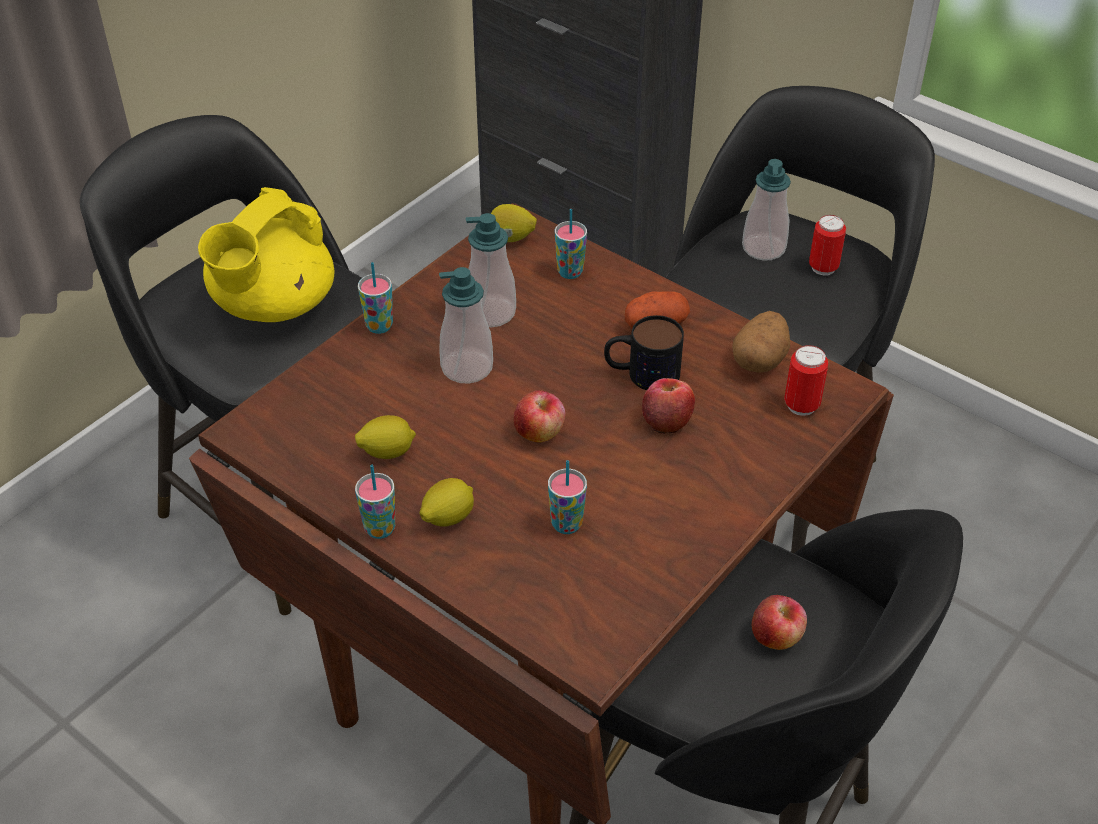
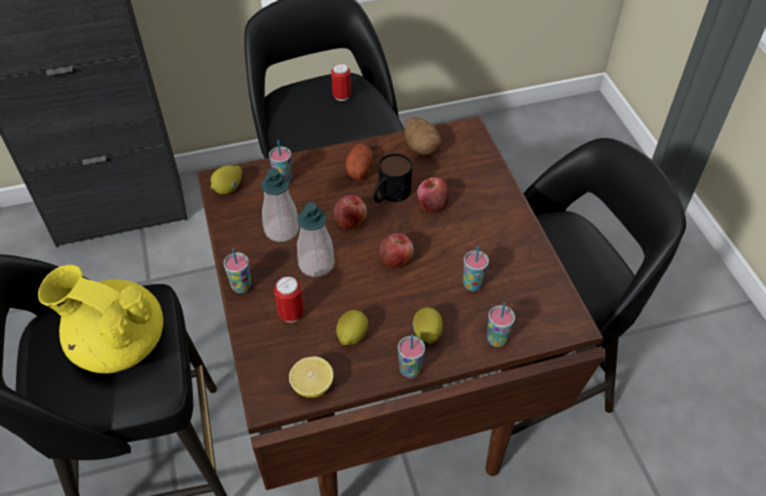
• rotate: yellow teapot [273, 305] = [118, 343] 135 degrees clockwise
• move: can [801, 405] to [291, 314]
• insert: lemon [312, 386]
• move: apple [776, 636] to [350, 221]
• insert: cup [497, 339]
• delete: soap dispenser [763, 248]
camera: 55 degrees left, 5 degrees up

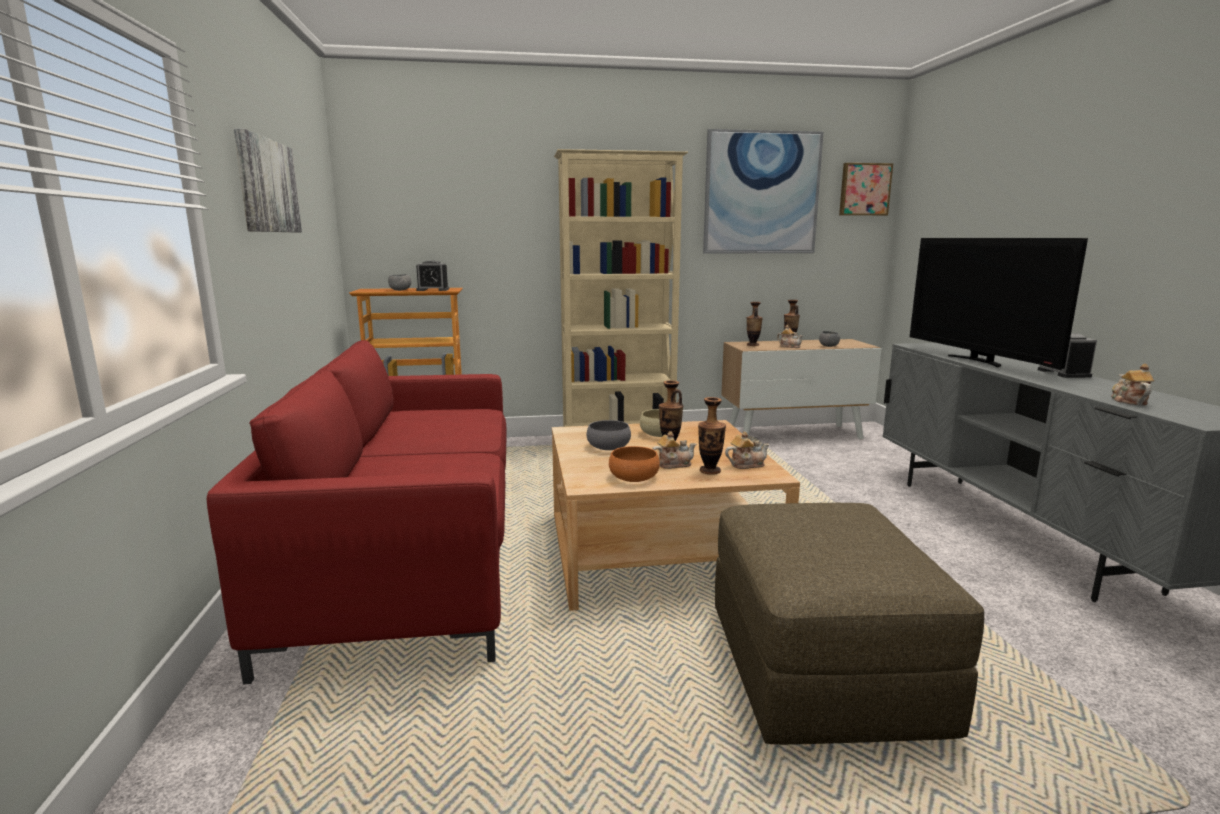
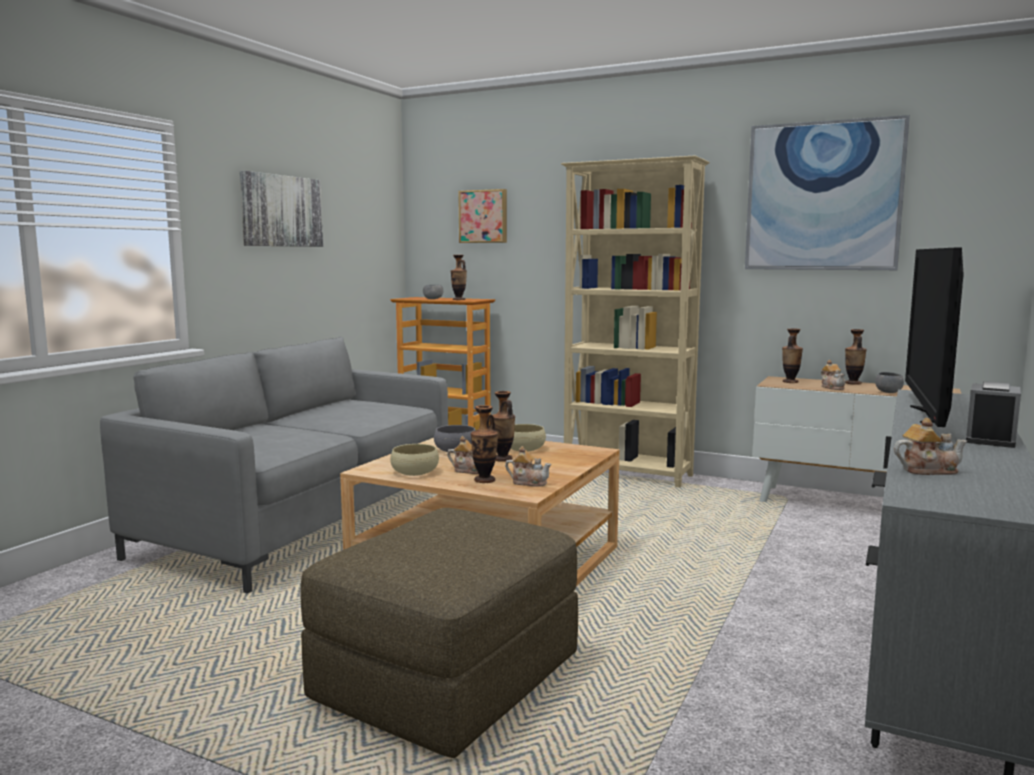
• recolor: red sofa [408, 563] to grey sofa [301, 524]
• recolor: orange bowl [633, 477] to beige bowl [414, 472]
• replace: alarm clock [433, 290] to vase [458, 299]
• move: picture [864, 189] to [484, 216]
• rotate: teapot [1128, 401] = [927, 470] 45 degrees clockwise
camera: 35 degrees right, 5 degrees down

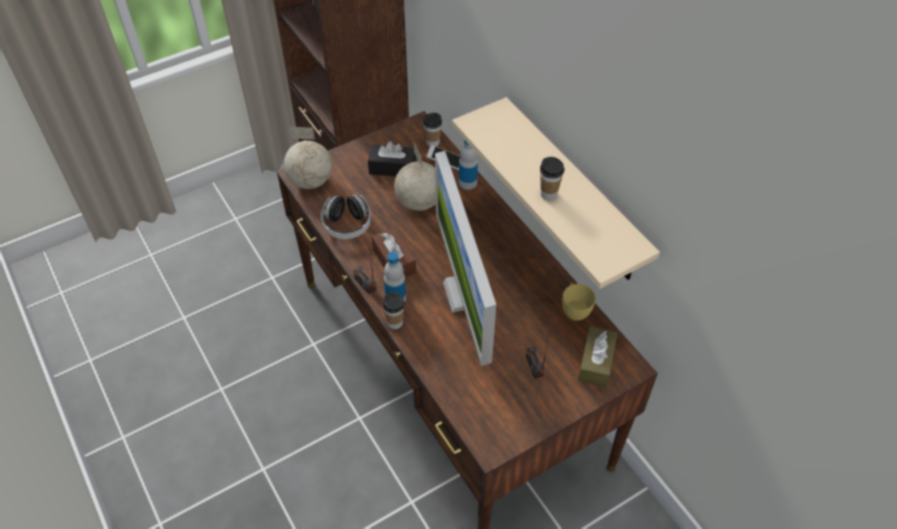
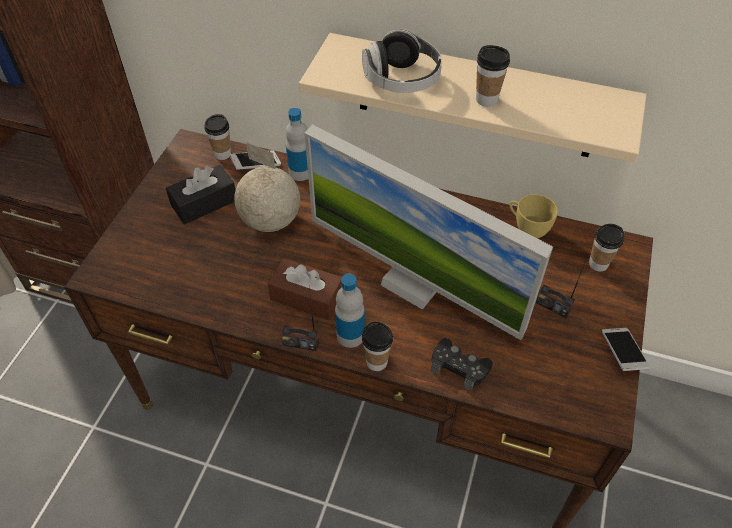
• move: headphones [347, 225] to [401, 80]
• insert: black game controller [459, 367]
• replace: brown tissue box [596, 362] to cup [598, 264]
• insert: phone [622, 353]
• delete: globe [310, 181]
camera: 40 degrees left, 0 degrees up

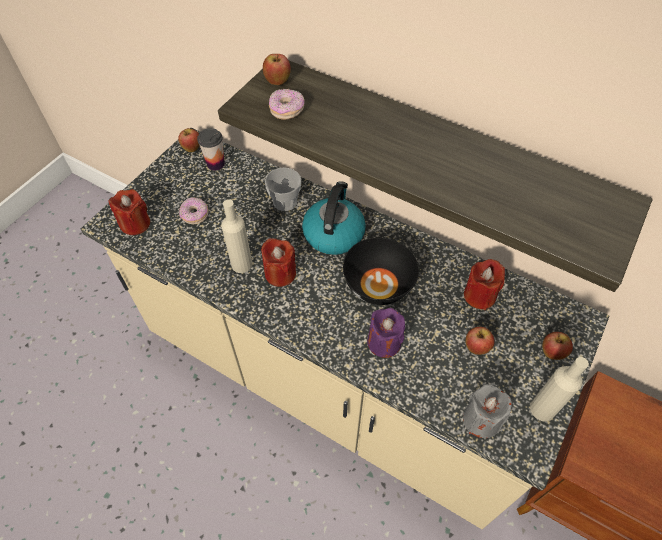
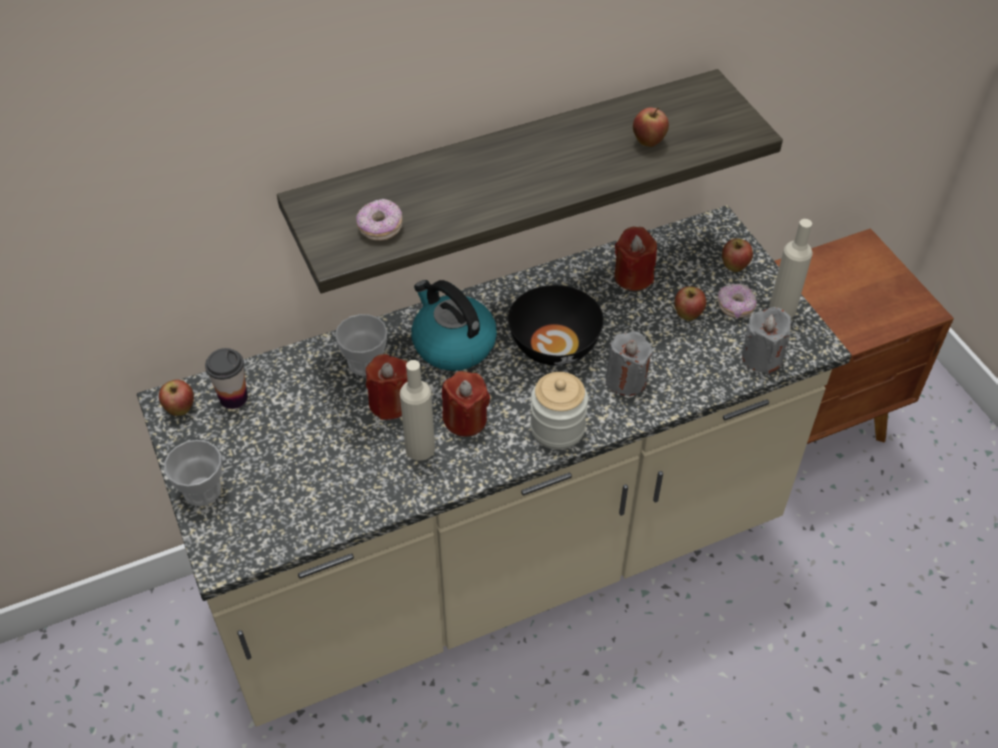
• insert: cup [202, 490]
• move: red candle [135, 224] to [390, 403]
• insert: jar [557, 428]
• recolor: purple candle [384, 342] to grey candle [626, 380]
• move: apple [278, 82] to [648, 142]
• move: donut [195, 215] to [735, 307]
camera: 55 degrees left, 5 degrees down

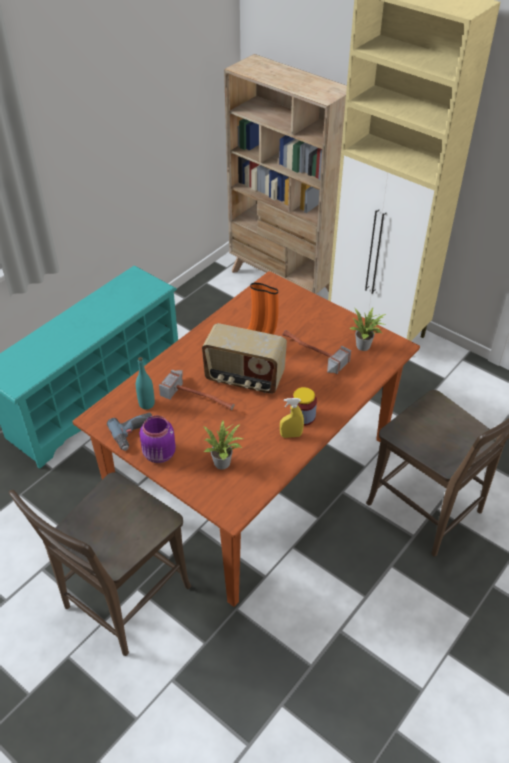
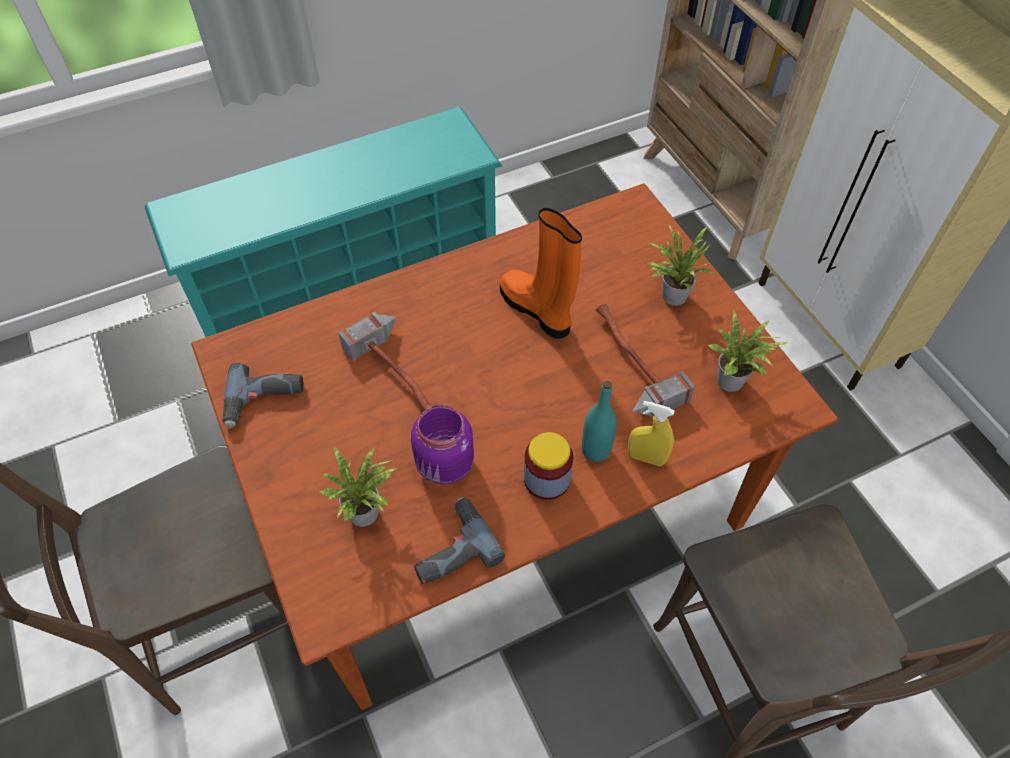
• move: purple jar [159, 455] to [444, 466]
• insert: power drill [450, 547]
• move: turquoise bottle [146, 404] to [596, 450]
• move: yellow spray bottle [291, 435] to [646, 458]
• insert: potted plant [671, 294]
• delete: radio [244, 379]
camera: 25 degrees right, 10 degrees up

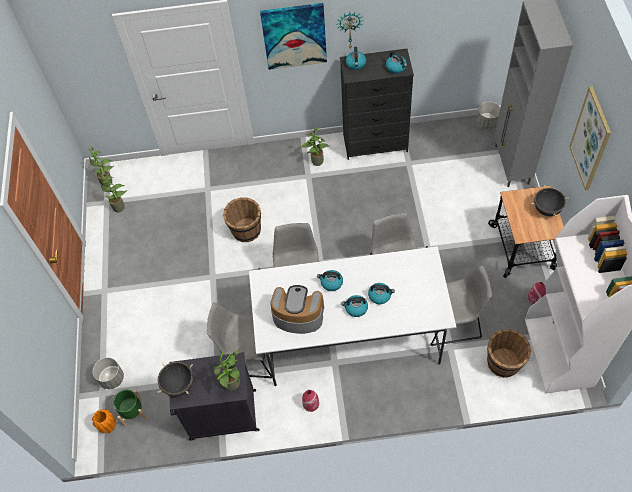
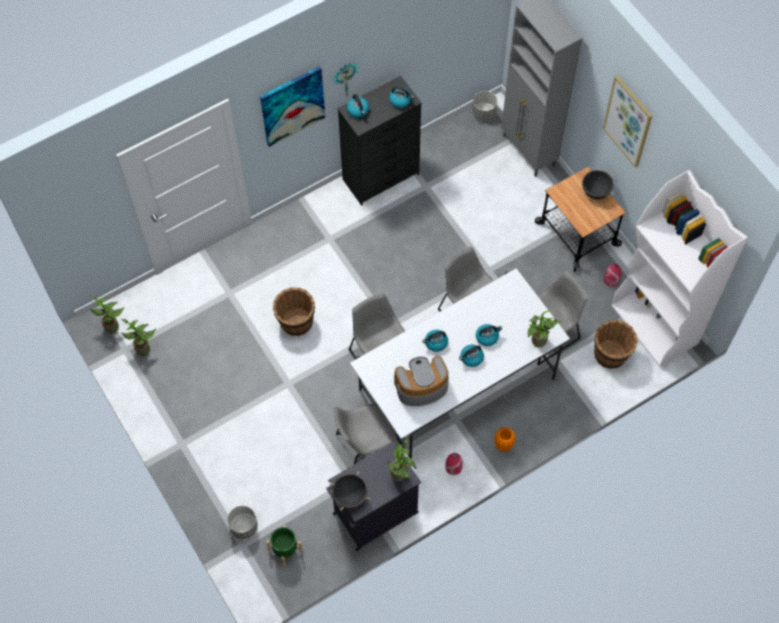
• move: orange vase [108, 426] to [503, 445]
• move: potted plant [316, 162] to [538, 343]
camera: 30 degrees left, 5 degrees up

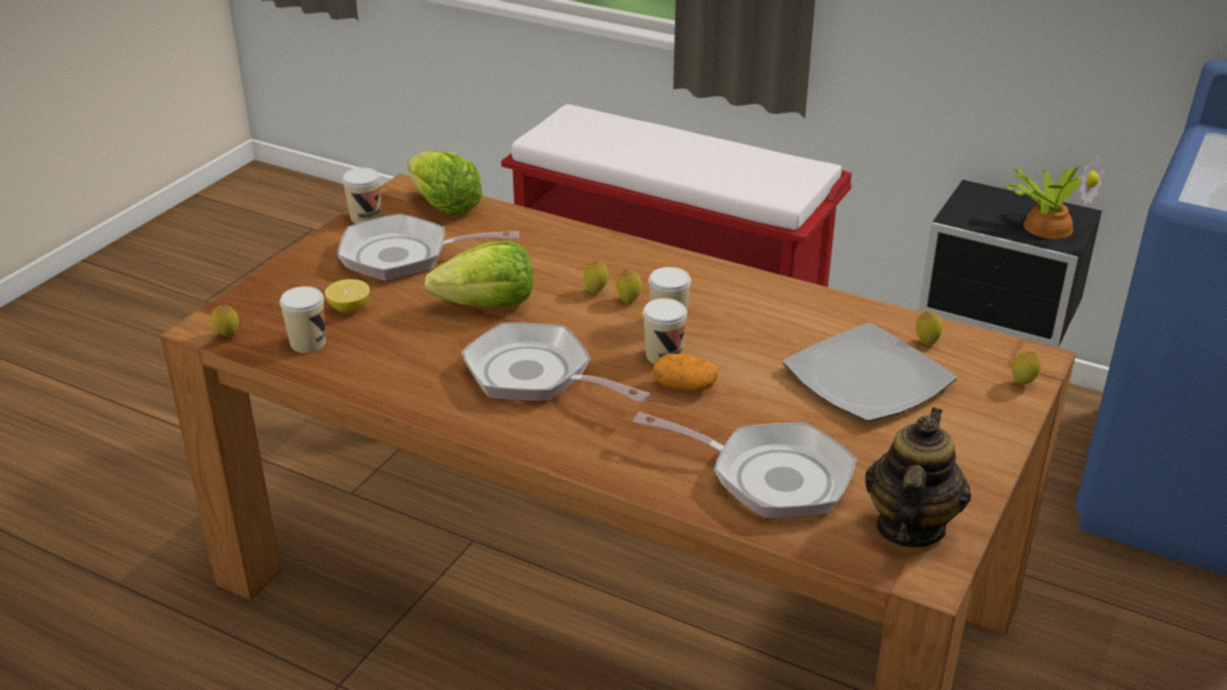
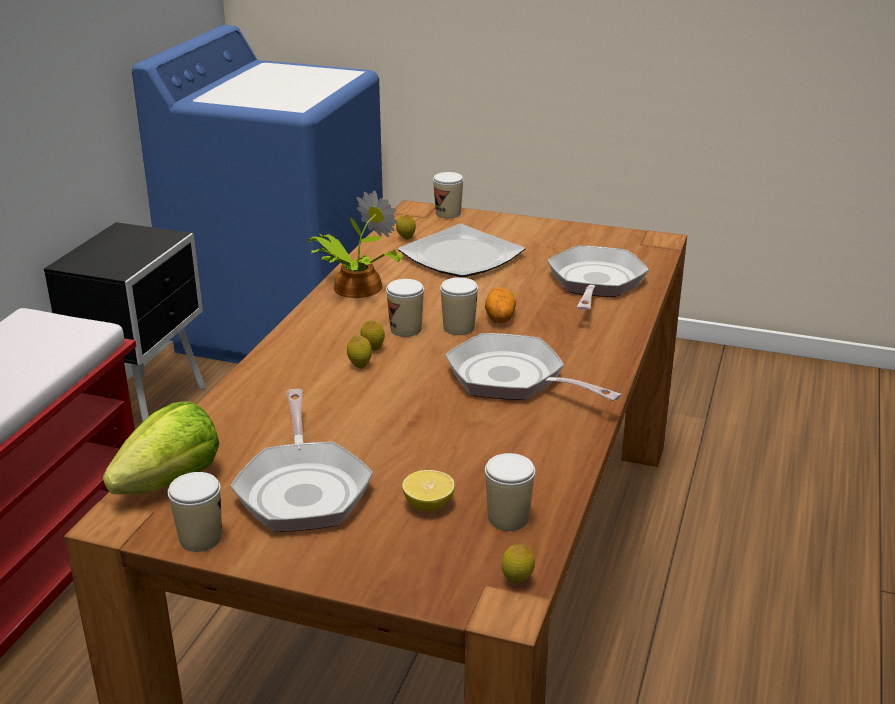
• move: potted plant [1046, 225] to [354, 287]
• replace: lemon [1022, 383] to cup [448, 213]
• rotate: frying pan [536, 376] = [513, 379] 105 degrees clockwise
• delete: lettuce [488, 305]
• delete: teapot [909, 527]
camera: 100 degrees left, 5 degrees down

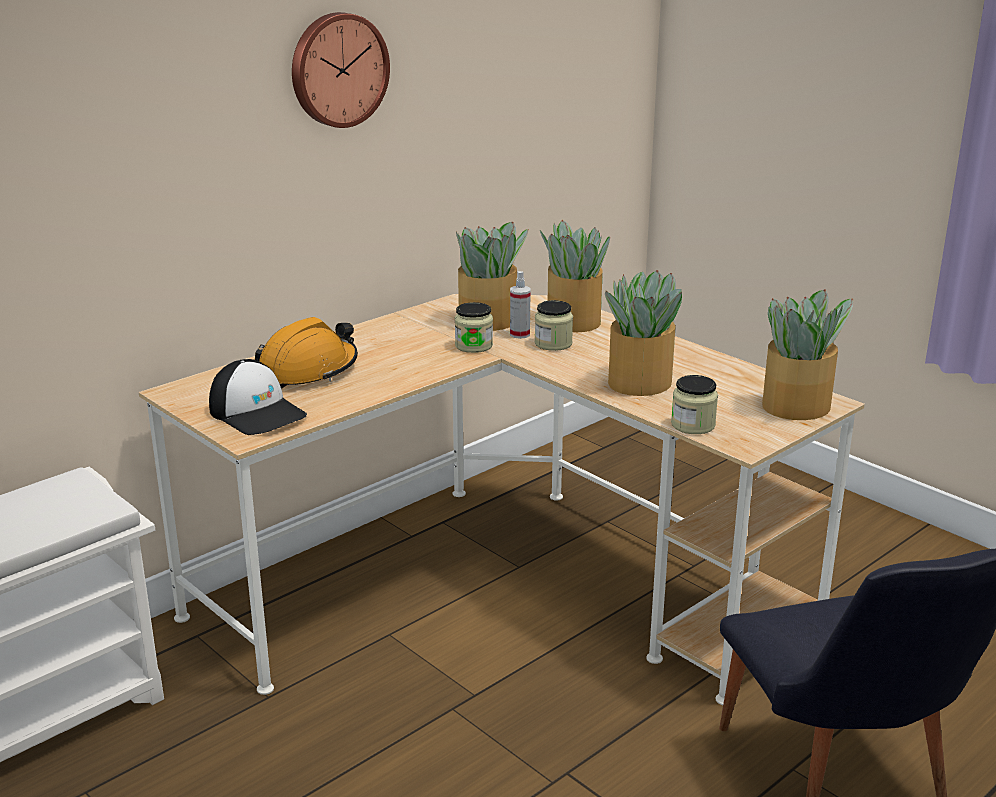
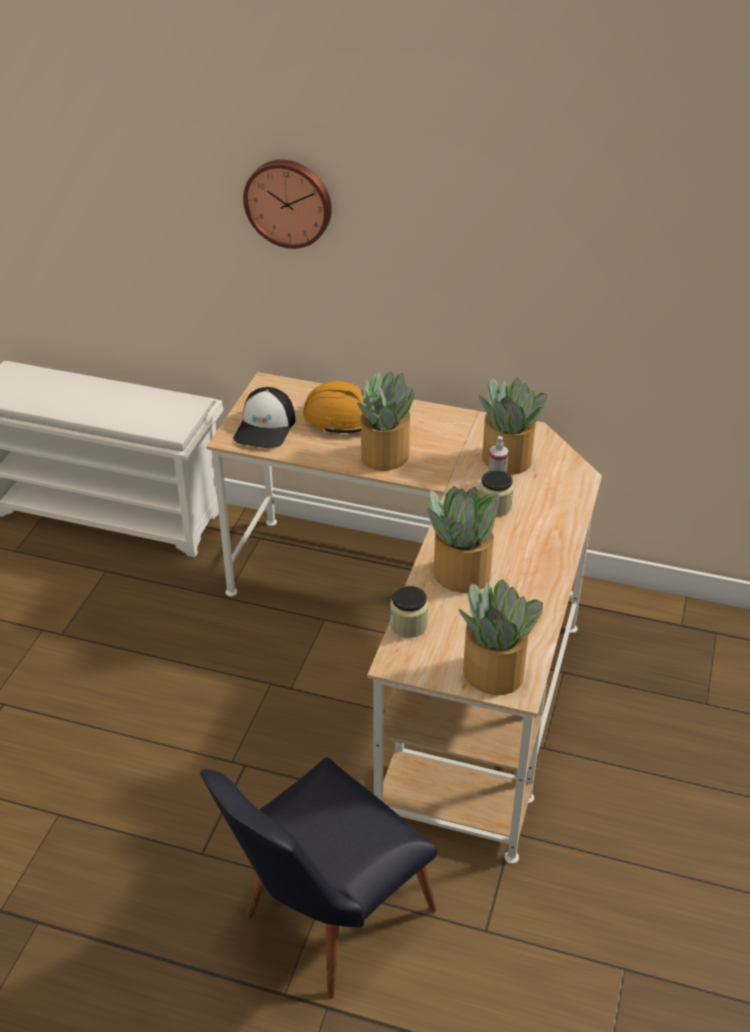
• move: wall clock [337, 69] to [289, 202]
• move: potted plant [573, 322] to [384, 456]
• delete: jar [474, 346]
camera: 60 degrees right, 15 degrees up

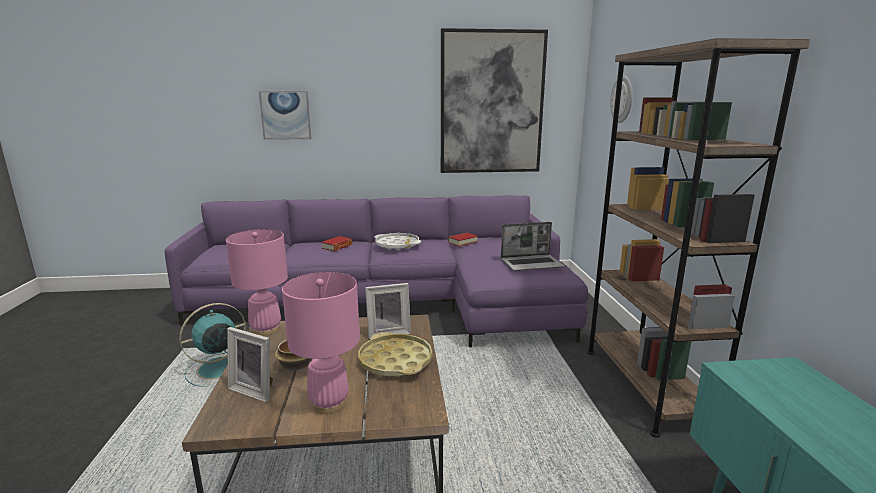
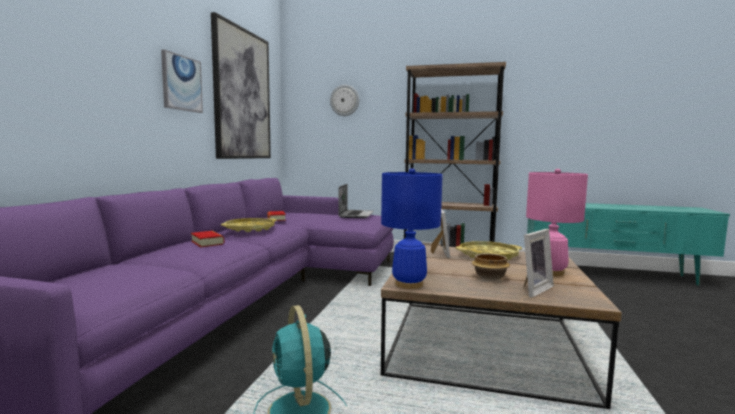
• move: picture [285, 115] to [181, 83]
• recolor: white tray [397, 245] to yellow tray [250, 229]
• recolor: pink table lamp [266, 330] to blue table lamp [409, 284]
camera: 70 degrees left, 10 degrees down

